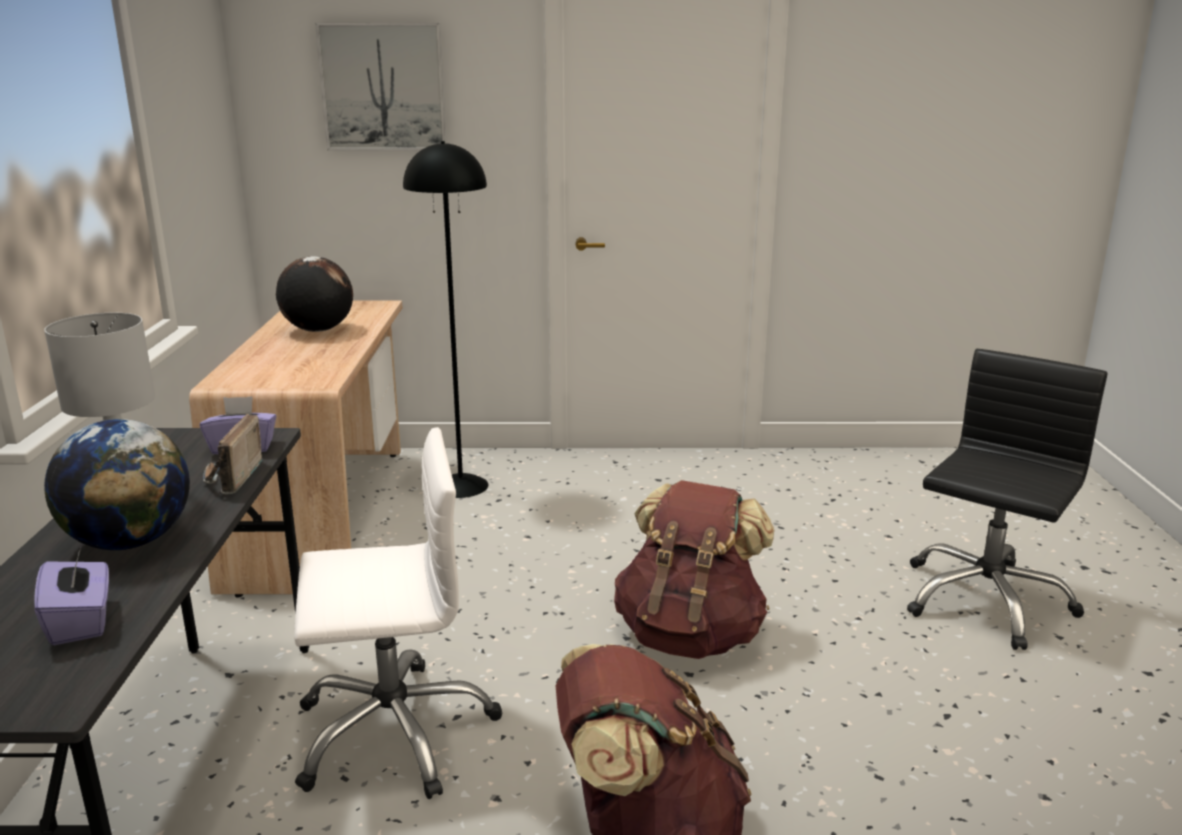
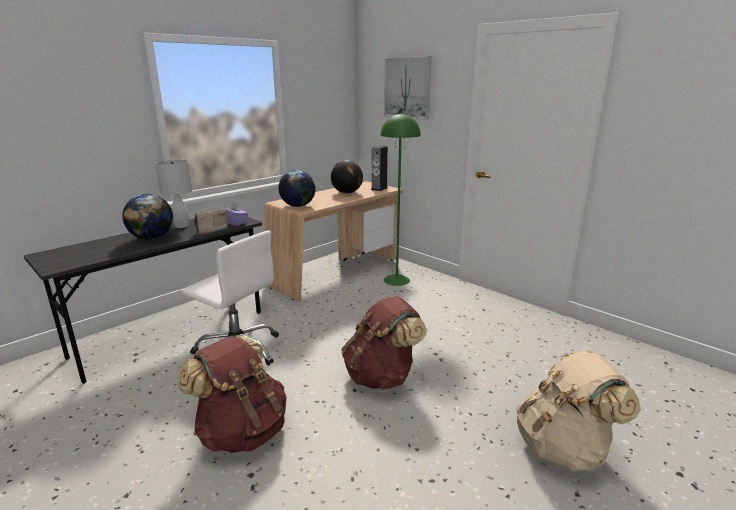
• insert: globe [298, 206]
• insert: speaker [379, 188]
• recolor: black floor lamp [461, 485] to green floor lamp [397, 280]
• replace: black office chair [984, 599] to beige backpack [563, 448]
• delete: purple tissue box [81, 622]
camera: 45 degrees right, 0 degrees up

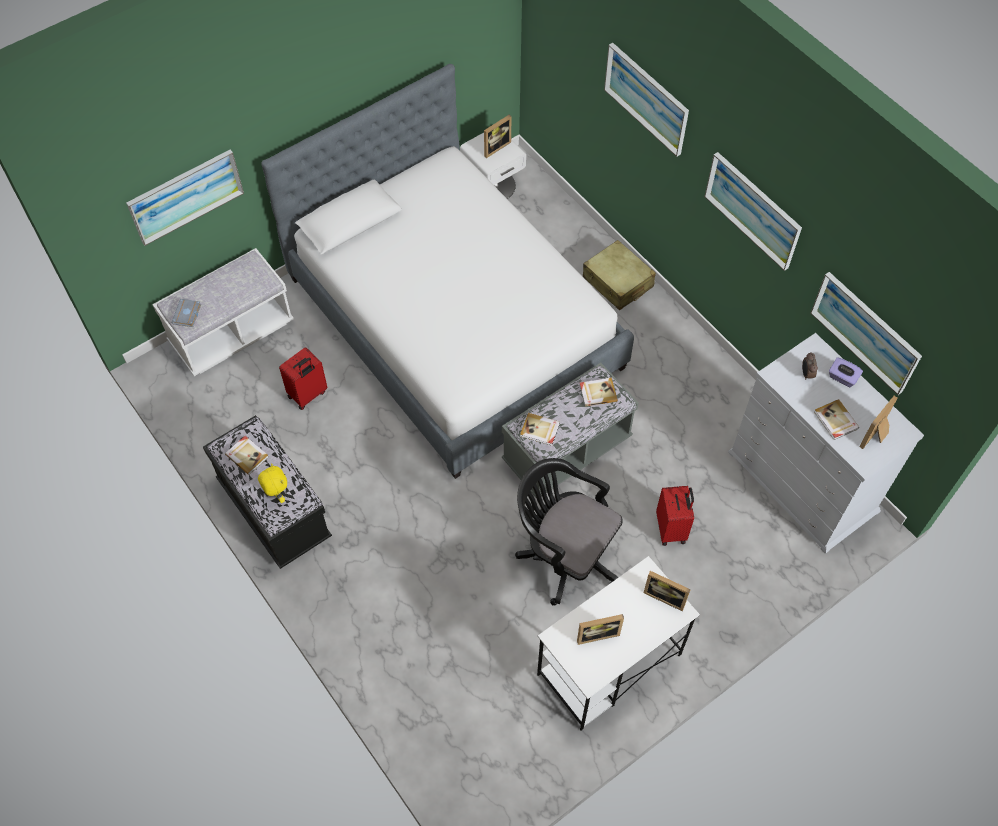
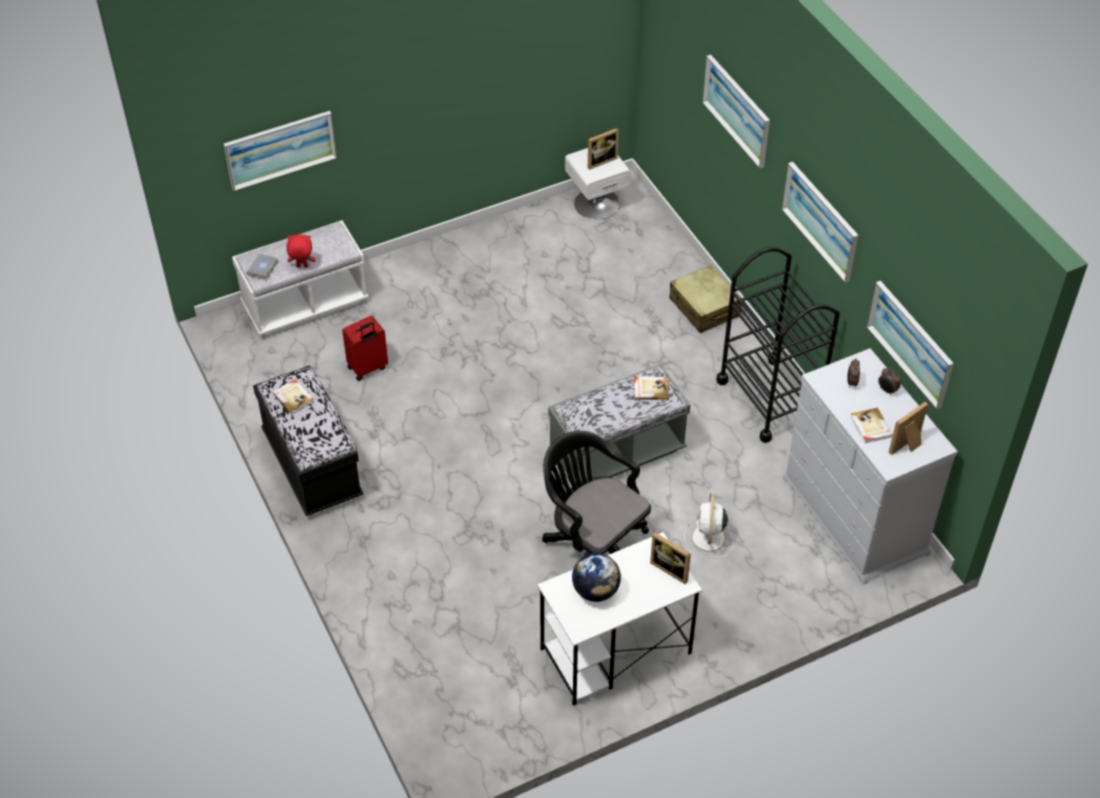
• insert: red plush toy [302, 267]
• replace: picture frame [596, 633] to globe [596, 590]
• replace: red suitcase [672, 529] to white fan [708, 539]
• insert: black cart [769, 399]
• replace: purple tissue box [842, 378] to alarm clock [887, 390]
• delete: yellow plush toy [277, 495]
• delete: bed [454, 322]
• delete: book [540, 430]
camera: 10 degrees right, 10 degrees down

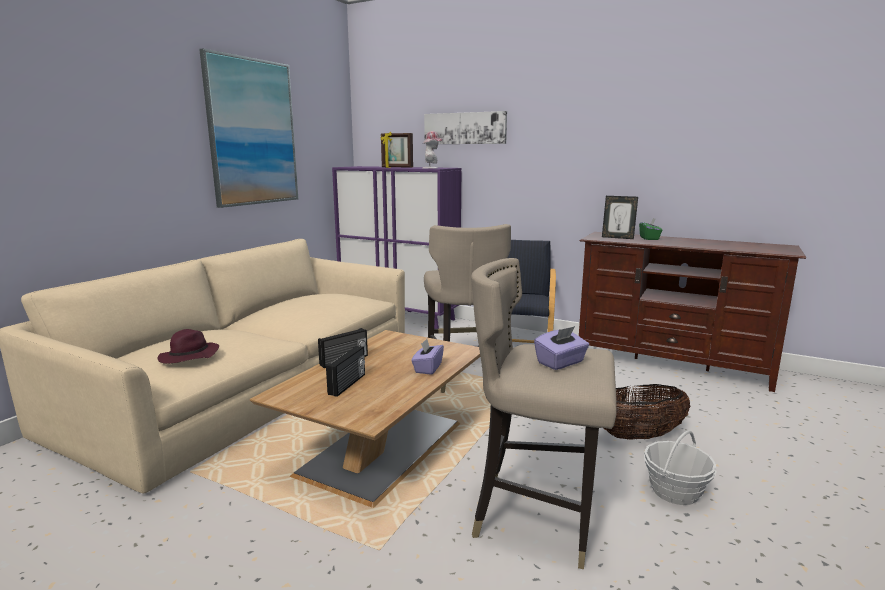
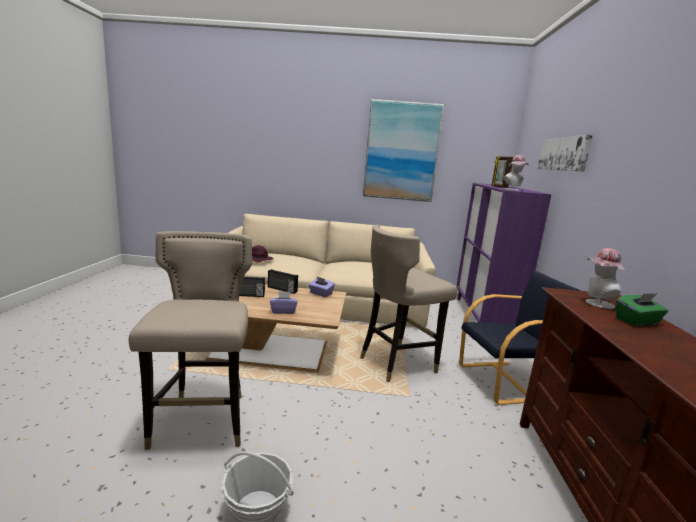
• move: purple tissue box [561, 363] to [321, 294]
• replace: picture frame [617, 237] to hat [596, 304]
• delete: basket [639, 436]
camera: 65 degrees right, 0 degrees up

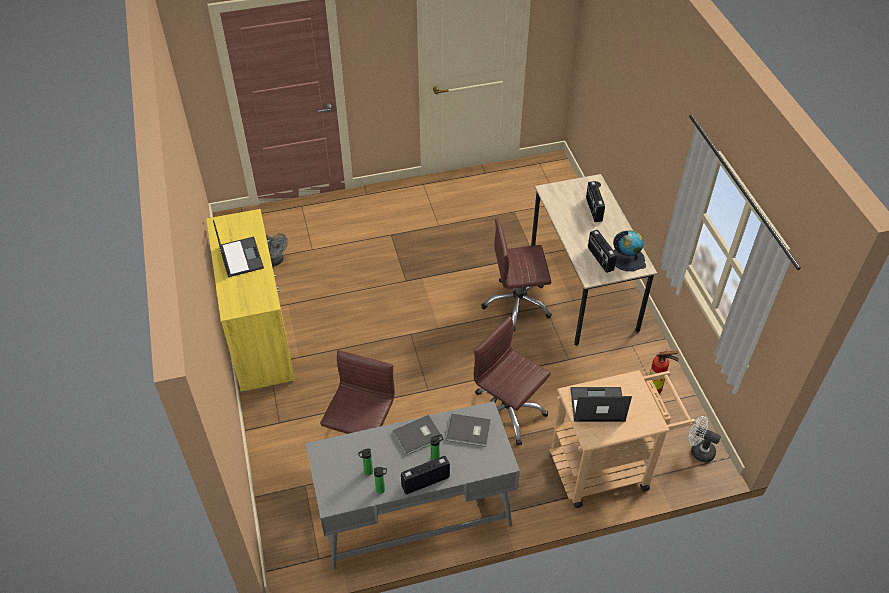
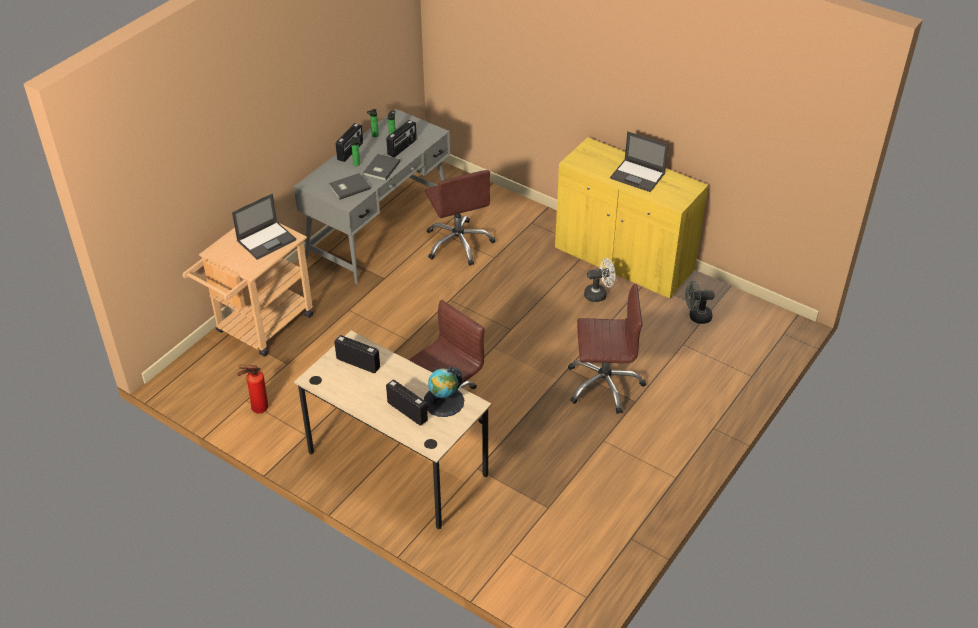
• insert: radio [402, 148]
• move: globe [627, 258] to [443, 401]
• move: brown office chair [507, 413] to [604, 384]
• move: white fan [698, 450] to [599, 294]
camera: 140 degrees right, 5 degrees down

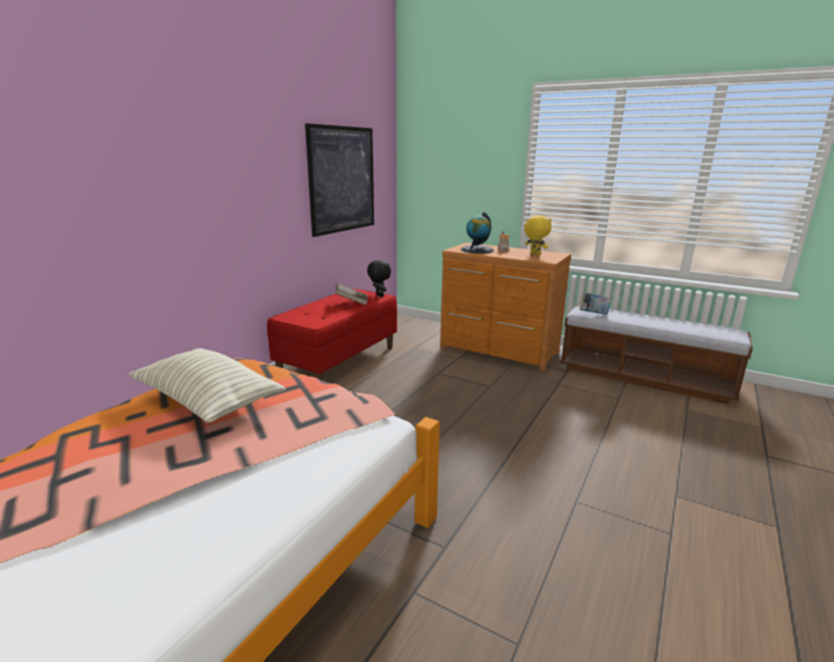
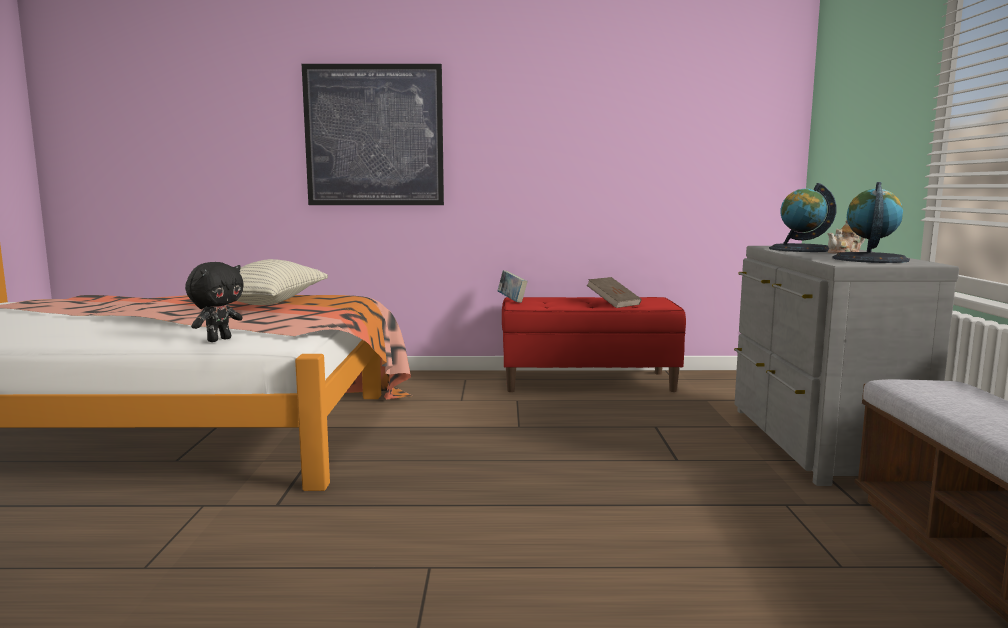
• move: black plush toy [379, 296] to [218, 340]
• move: picture [342, 179] to [374, 136]
• move: book [593, 314] to [512, 300]
• recolor: brown dresser [498, 351] to grey dresser [815, 443]
• replace: yellow plush toy [535, 254] to globe [869, 259]
camera: 60 degrees right, 10 degrees down

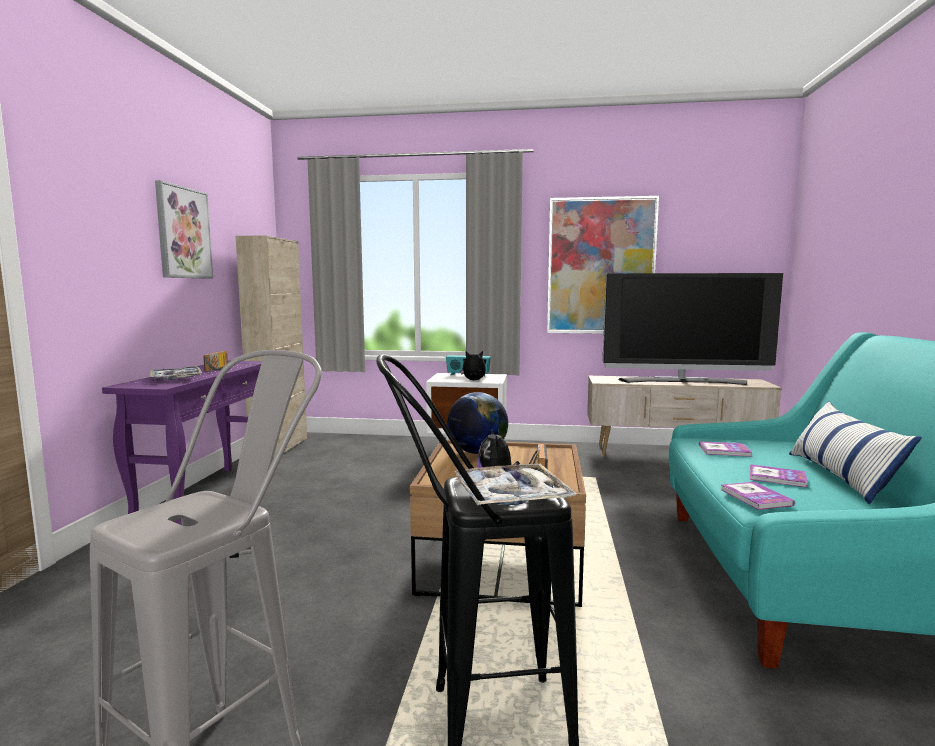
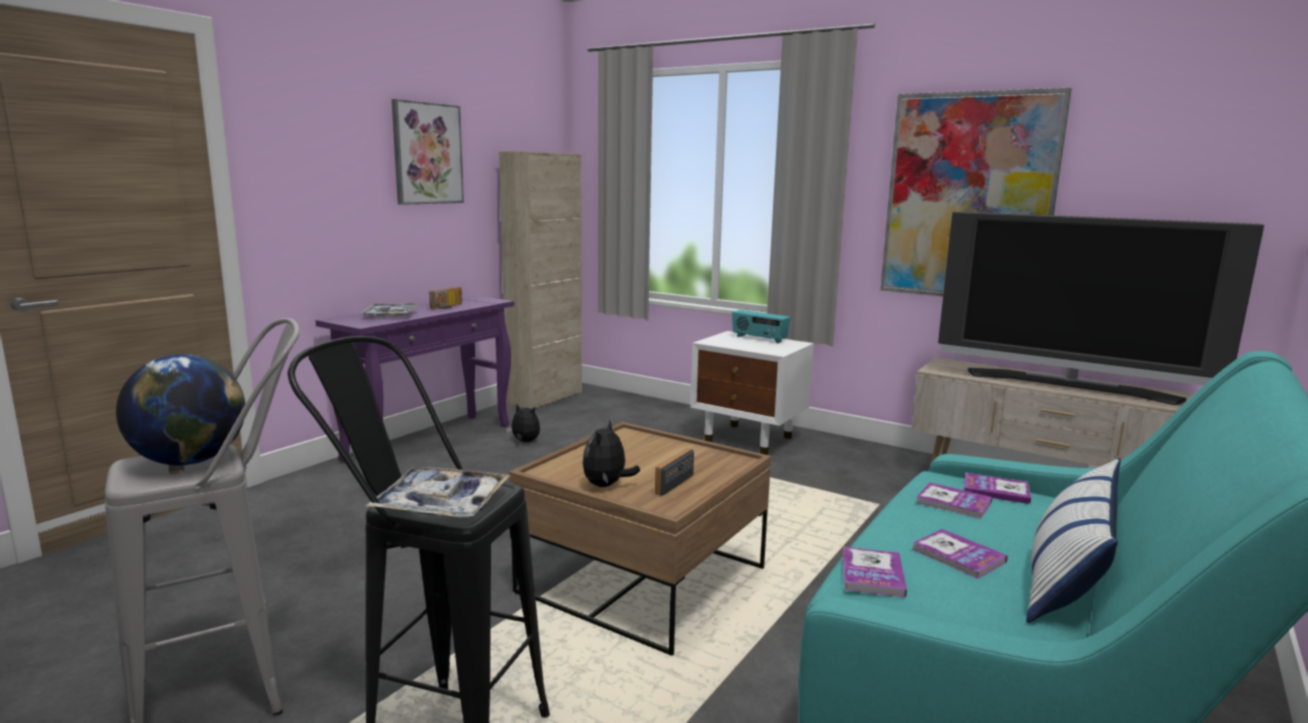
• move: globe [477, 452] to [190, 461]
• move: plush toy [474, 380] to [524, 442]
• insert: book [996, 490]
camera: 25 degrees right, 5 degrees up

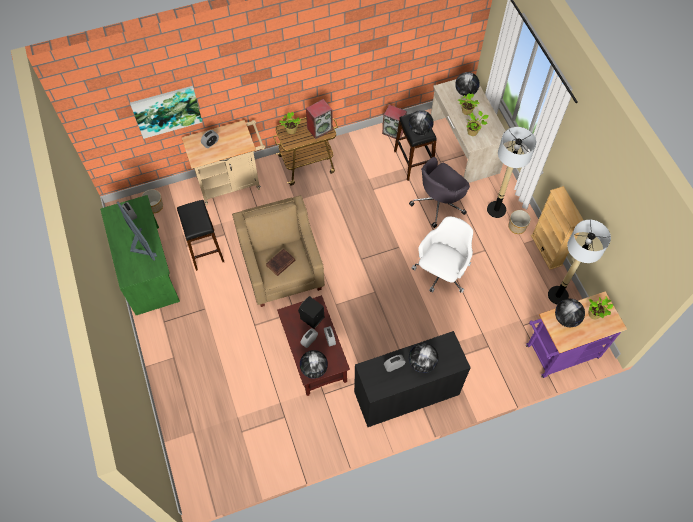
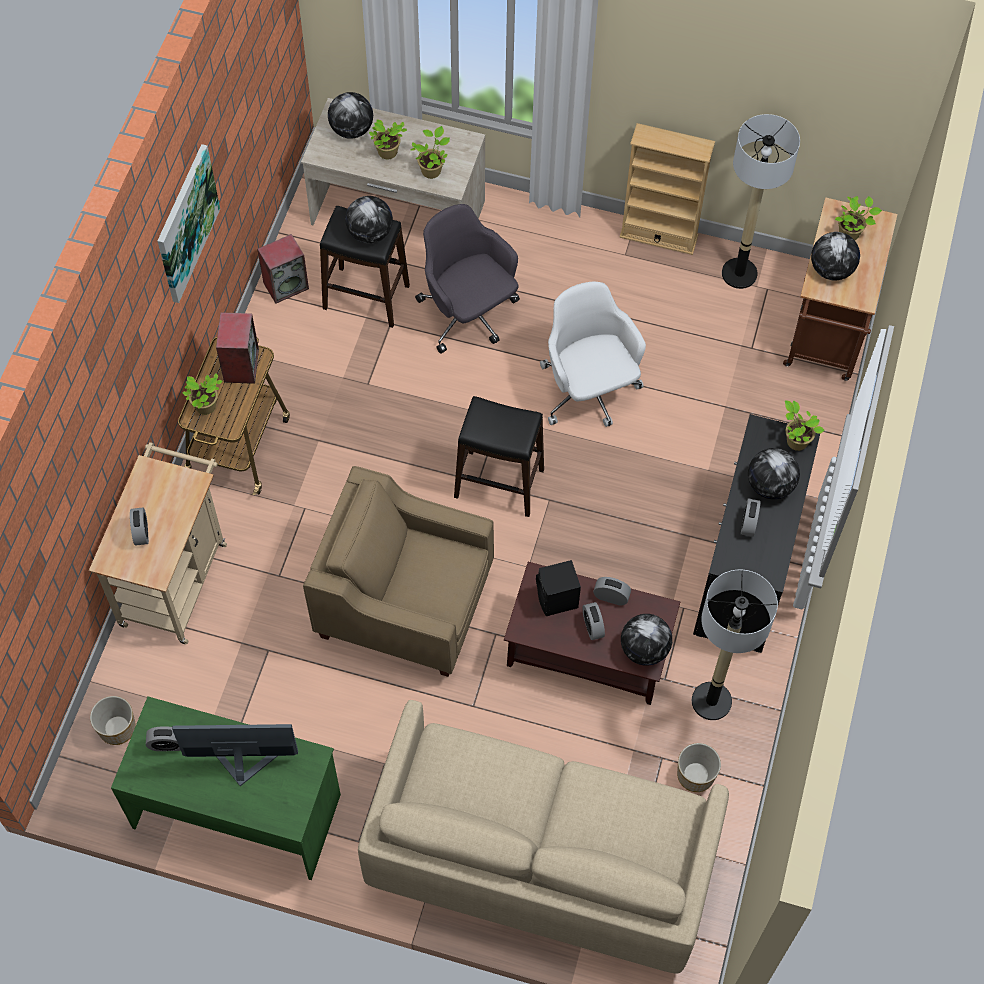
• move: picture [167, 111] to [186, 223]
• insert: beige sofa [540, 859]
• rotate: grey office chair [438, 203] = [468, 314] 150 degrees clockwise
• move: black stool [205, 249] to [499, 483]
• move: planter [517, 227] to [696, 775]
• move: floor lamp [496, 209] to [711, 701]
• recolor: purple cart [558, 353] to brown cart [825, 337]
• insert: potted plant [795, 440]
• delete: brown book [280, 263]
camera: 55 degrees left, 0 degrees up

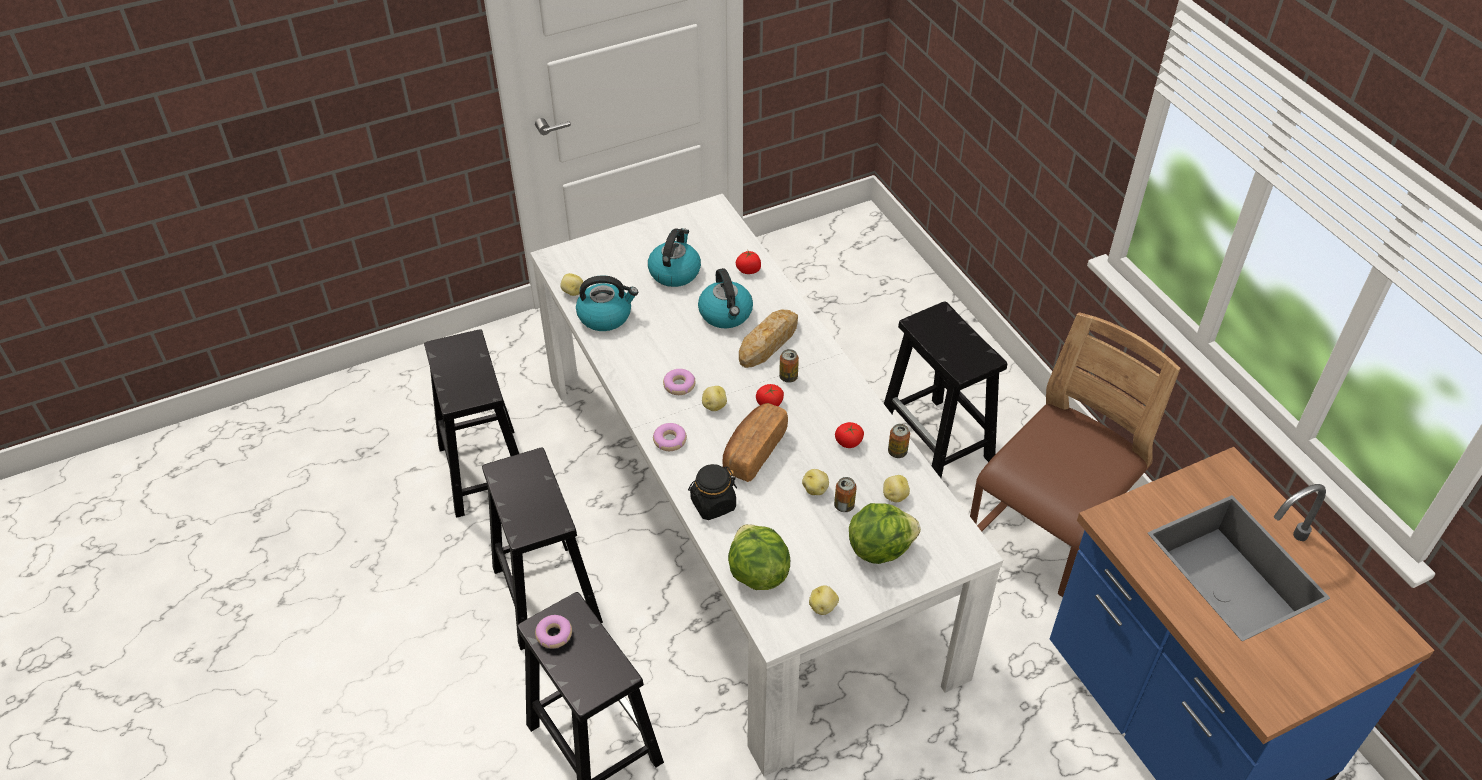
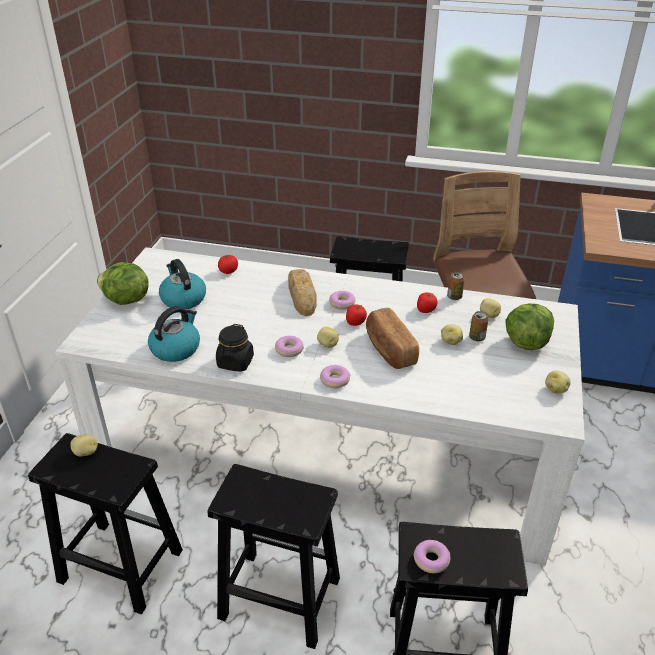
• move: potato [573, 292] to [86, 452]
• move: lettuce [757, 573] to [126, 300]
• move: black jar [713, 504] to [235, 362]
• replace: can [788, 377] to donut [342, 303]
• delete: kettle [726, 314]
camera: 50 degrees left, 10 degrees down

